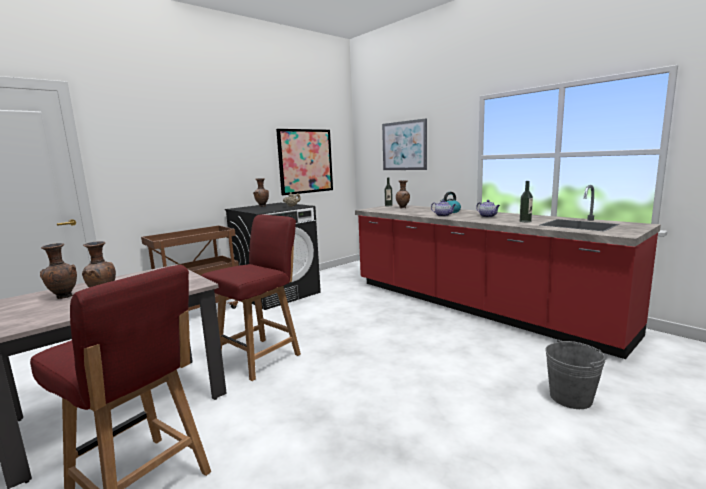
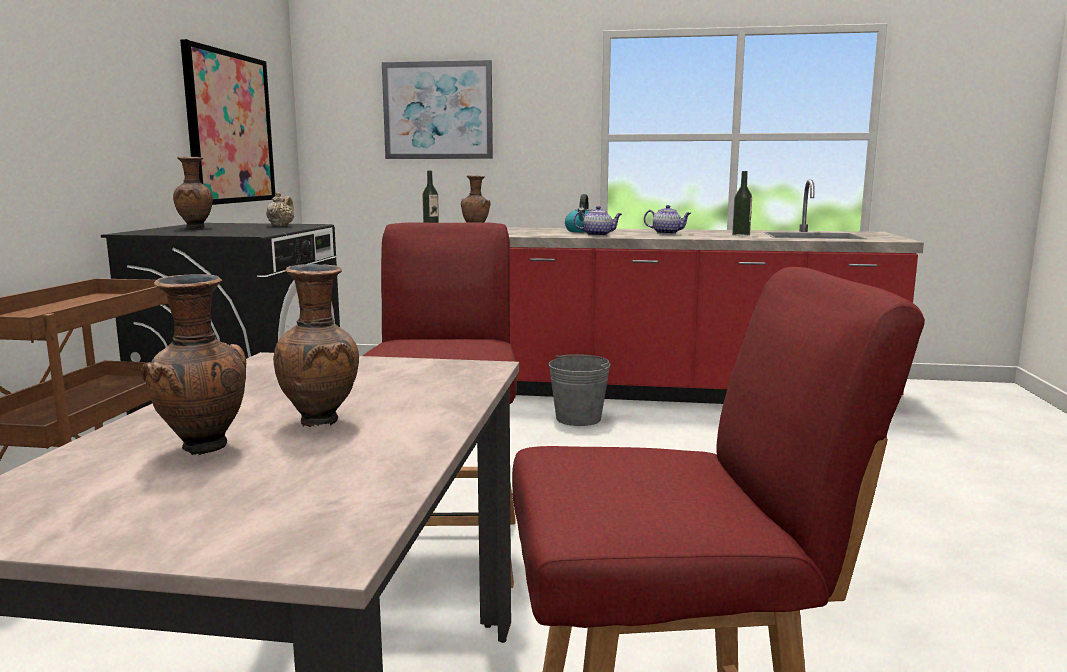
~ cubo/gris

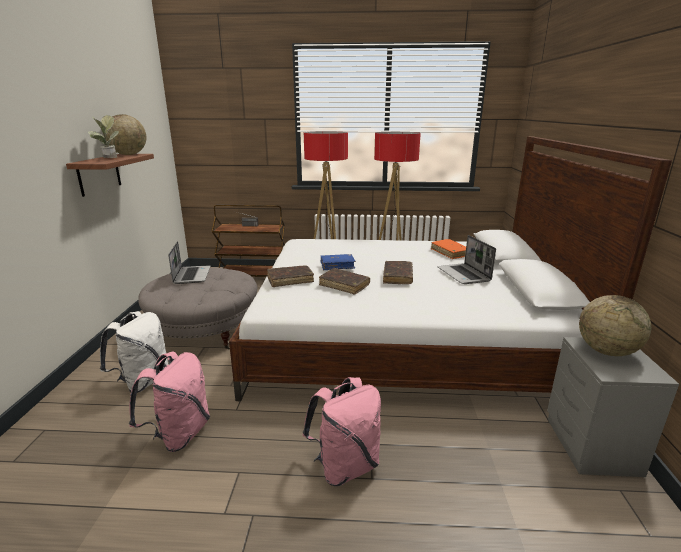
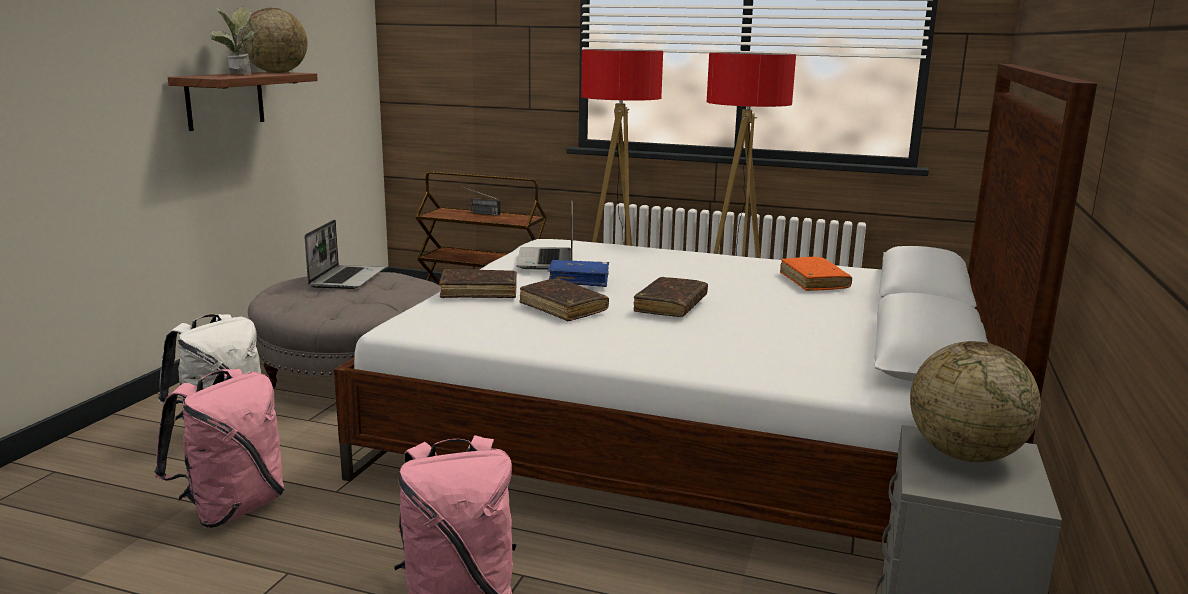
~ portátil (2nd from left)

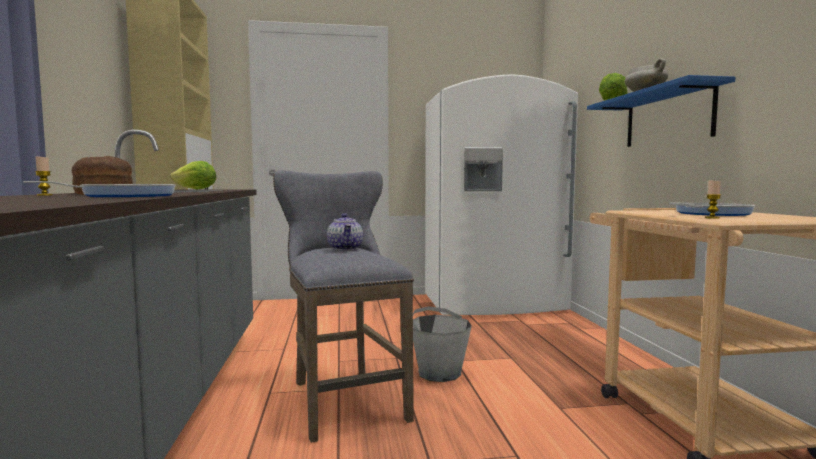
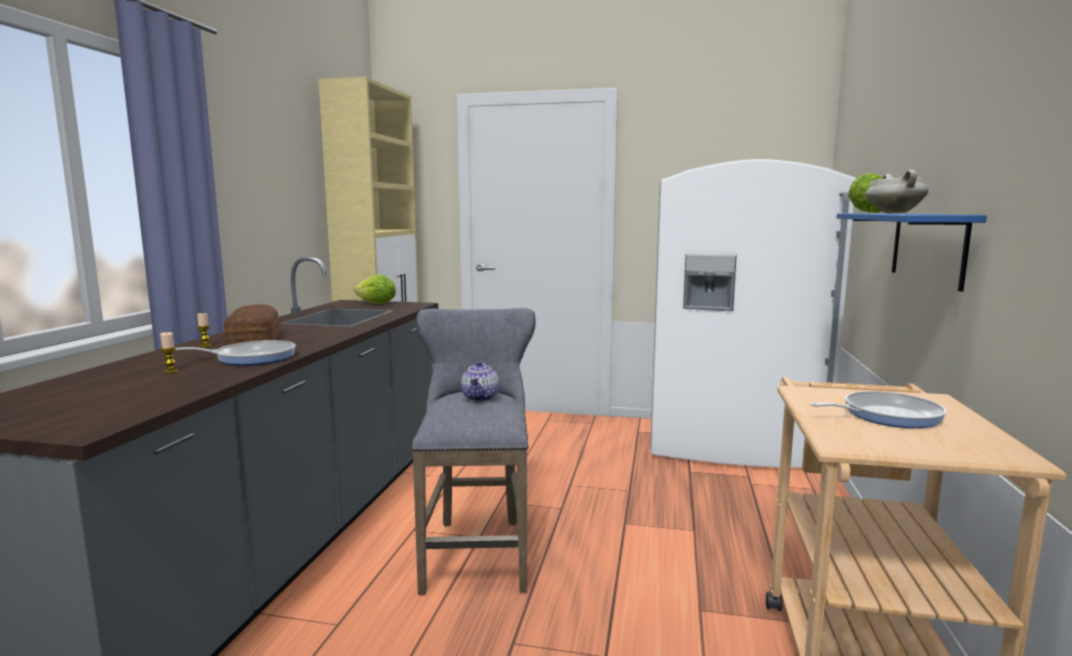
~ vela (2nd from left in the first image) to vela (1st from left)
- cubo/gris

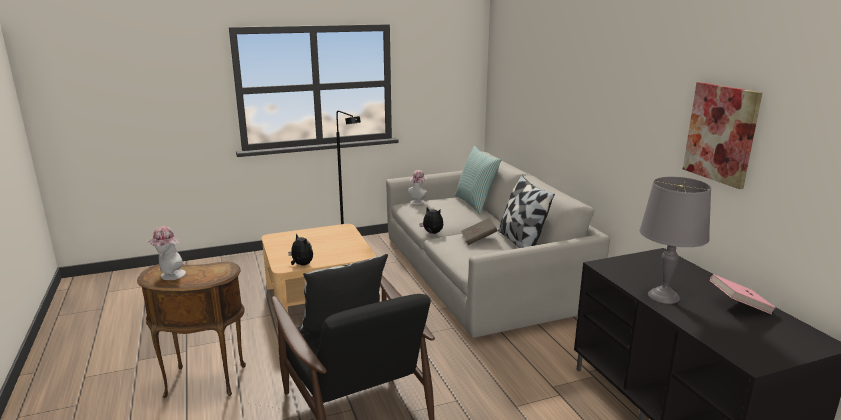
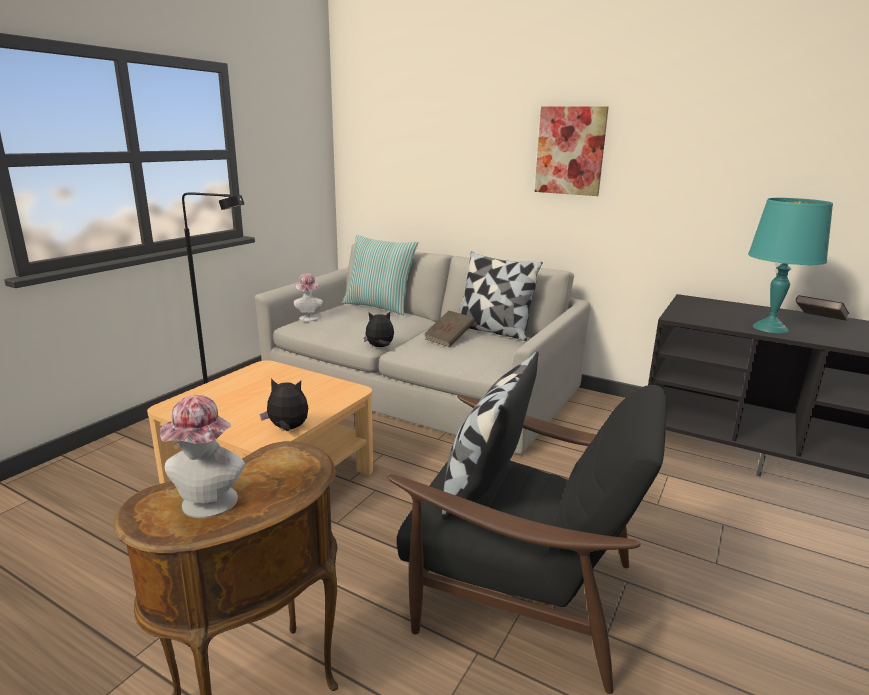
~ cuadro
~ lámpara de mesa/gris to lámpara de mesa/turquesa
~ libro/rosa to libro/marrón (2nd from left)

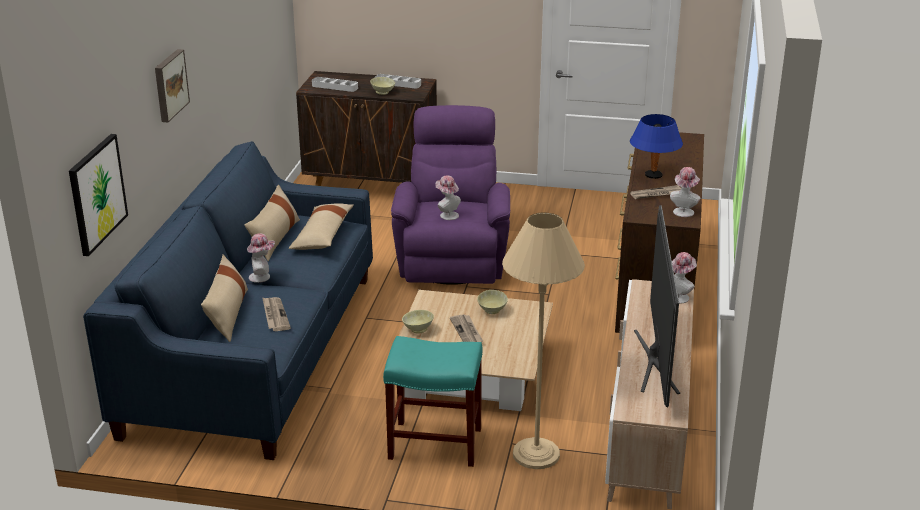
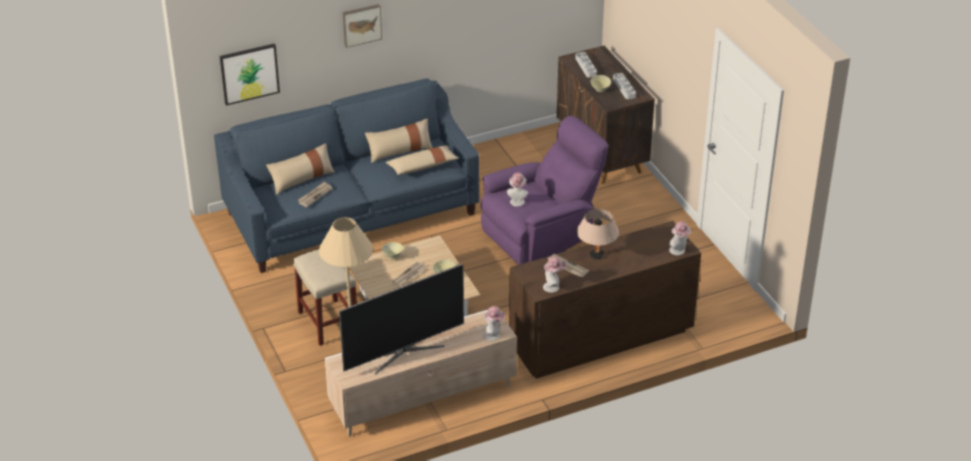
~ lámpara de mesa/azul to lámpara de mesa/beis
~ sombrero (1st from left in the first image) to sombrero (4th from left)
~ taburete/turquesa to taburete/beis

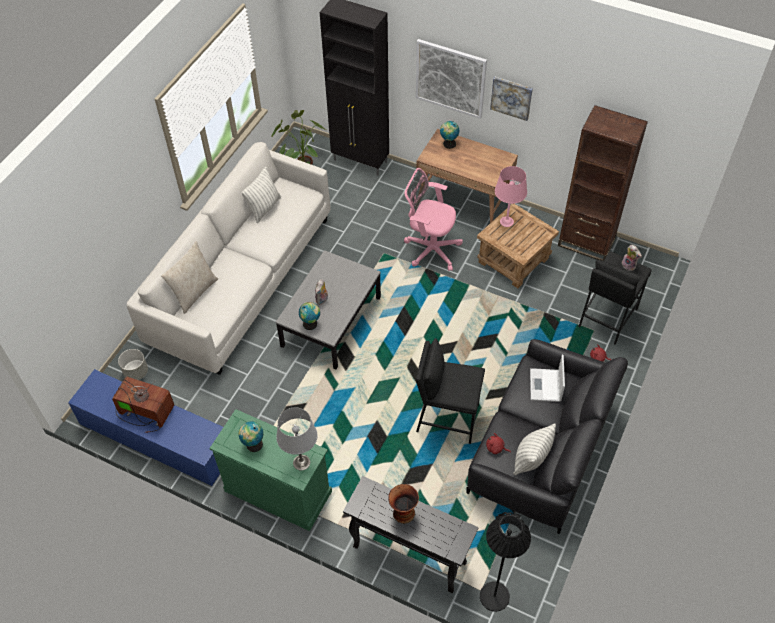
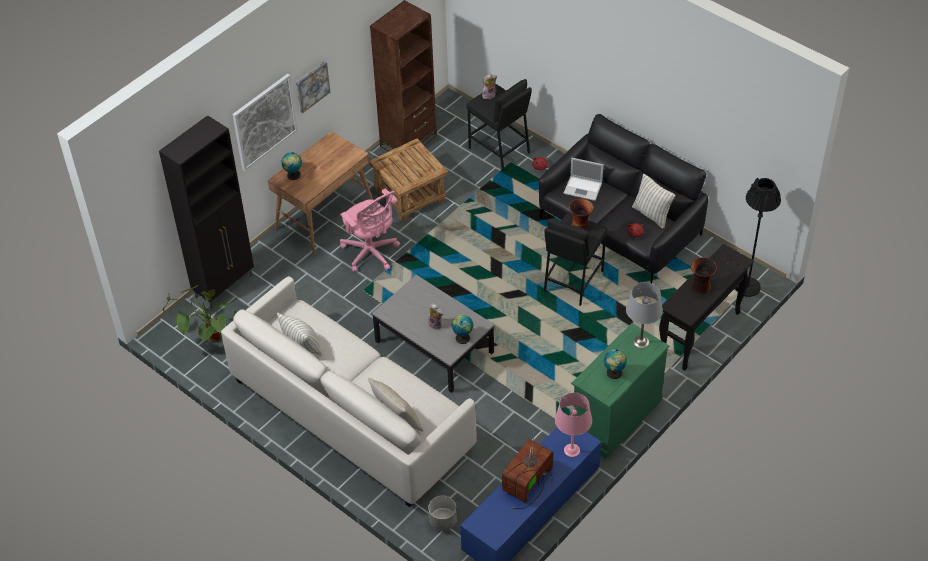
~ lámpara de mesa/rosa
~ silla de oficina/rosa 75 degrees counterclockwise
+ florero (1st from left)

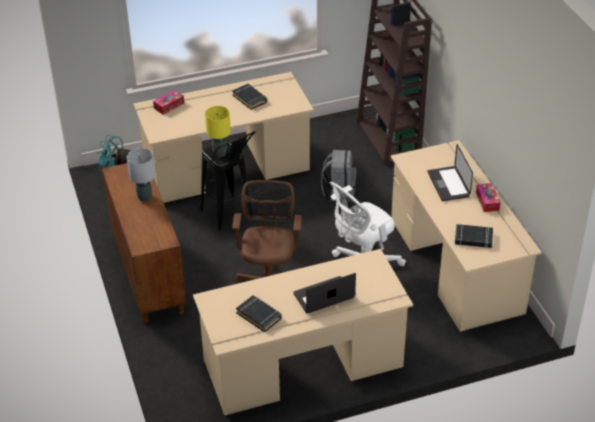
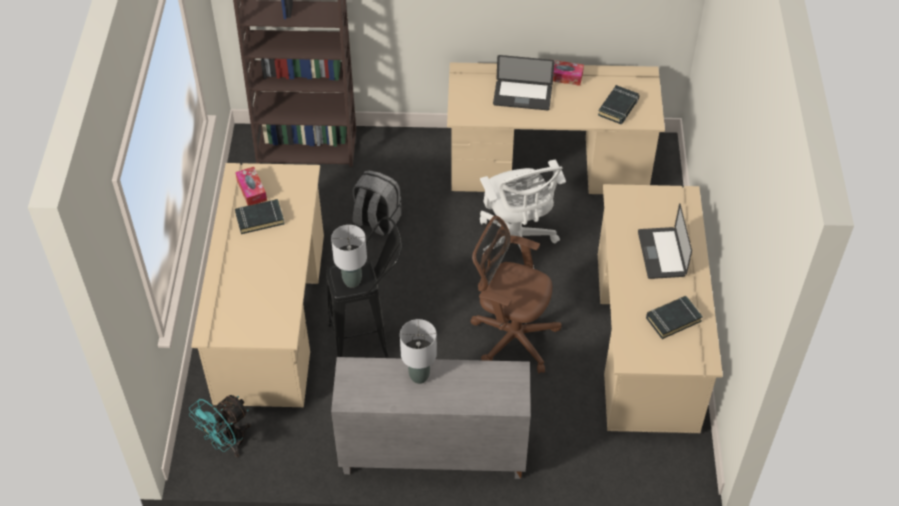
~ caja de pañuelos (1st from left)
~ lámpara de mesa/amarillo to lámpara de mesa/gris (1st from left)
~ armario/marrón to armario/gris

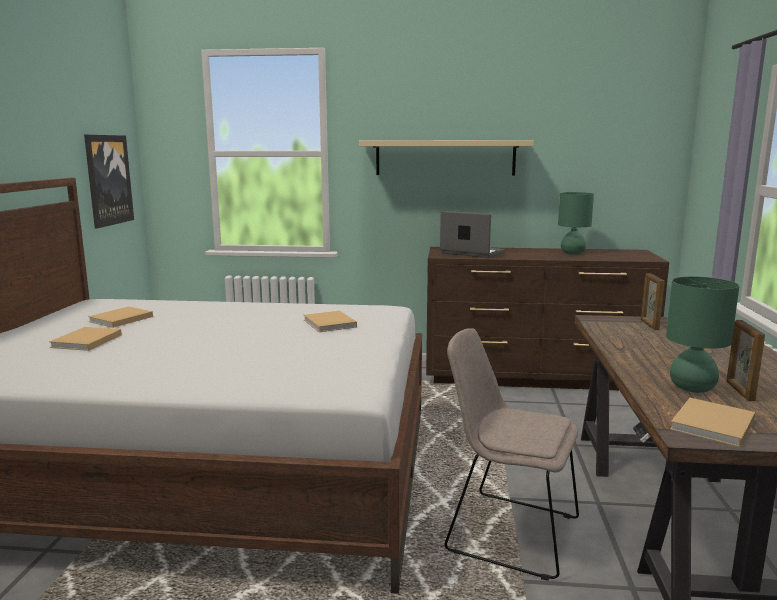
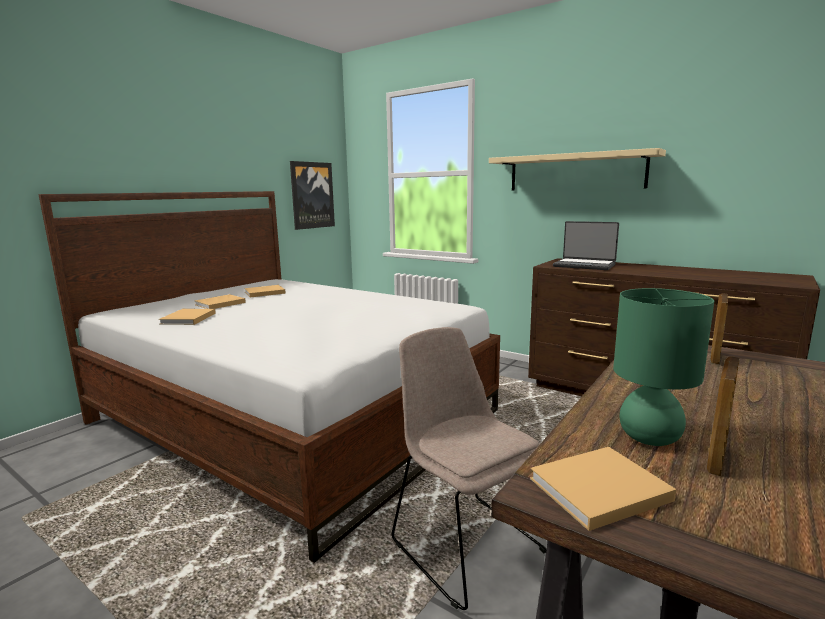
- lámpara de mesa/verde (1st from left)
~ portátil 150 degrees clockwise
~ libro/beis (3rd from left in the first image) to libro/beis (1st from left)

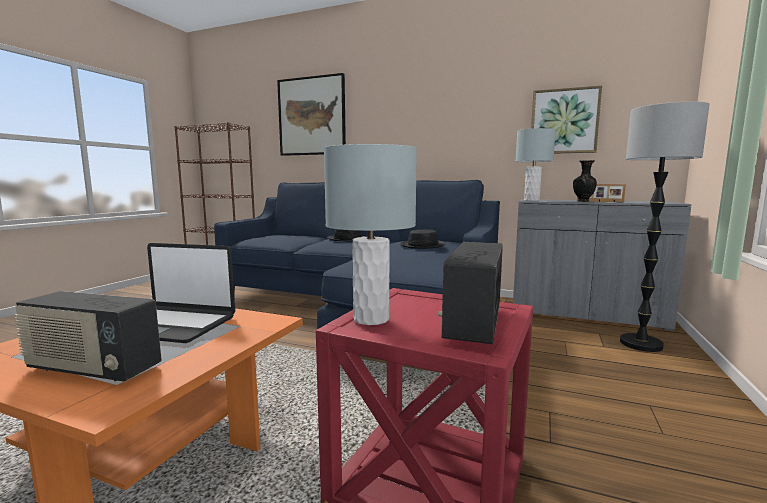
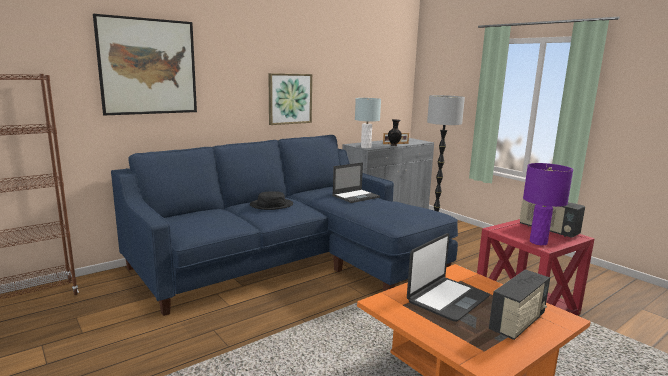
~ cuadro (2nd from left)
~ lámpara de mesa/gris (1st from left) to lámpara de mesa/morado
~ sombrero/negro (2nd from left) to portátil (1st from left)

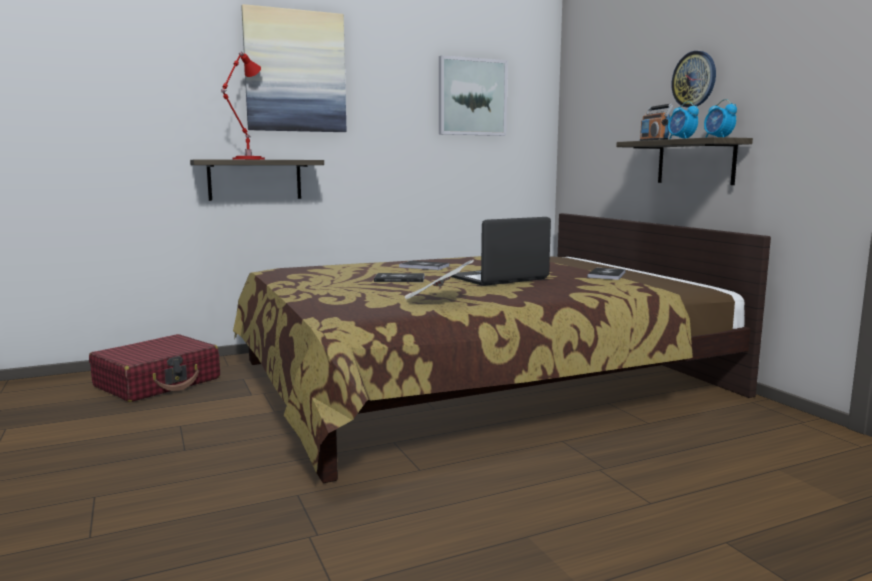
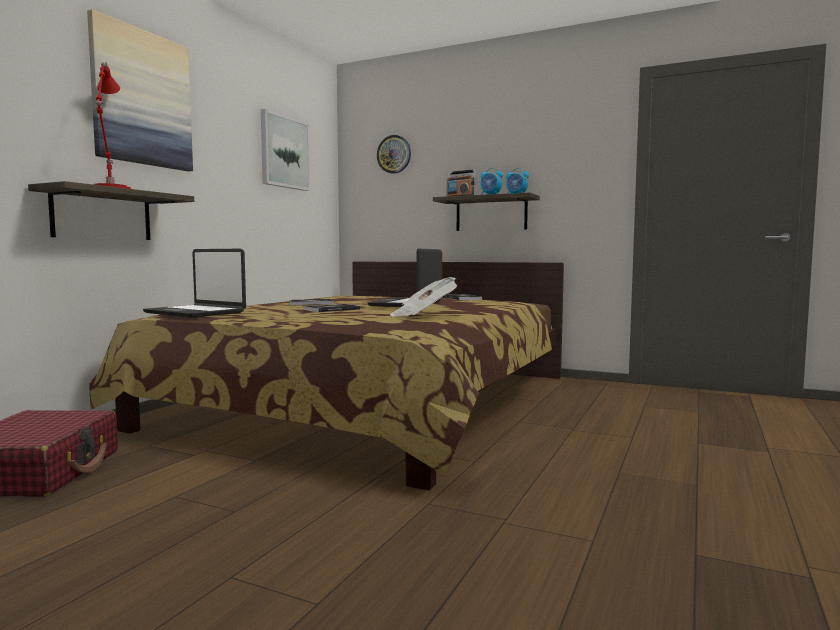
~ reloj de pared
+ portátil (1st from left)

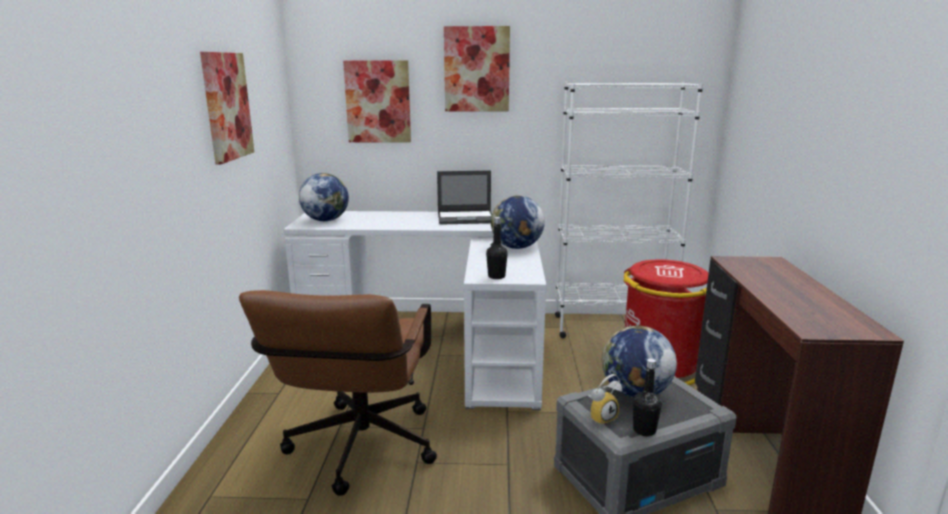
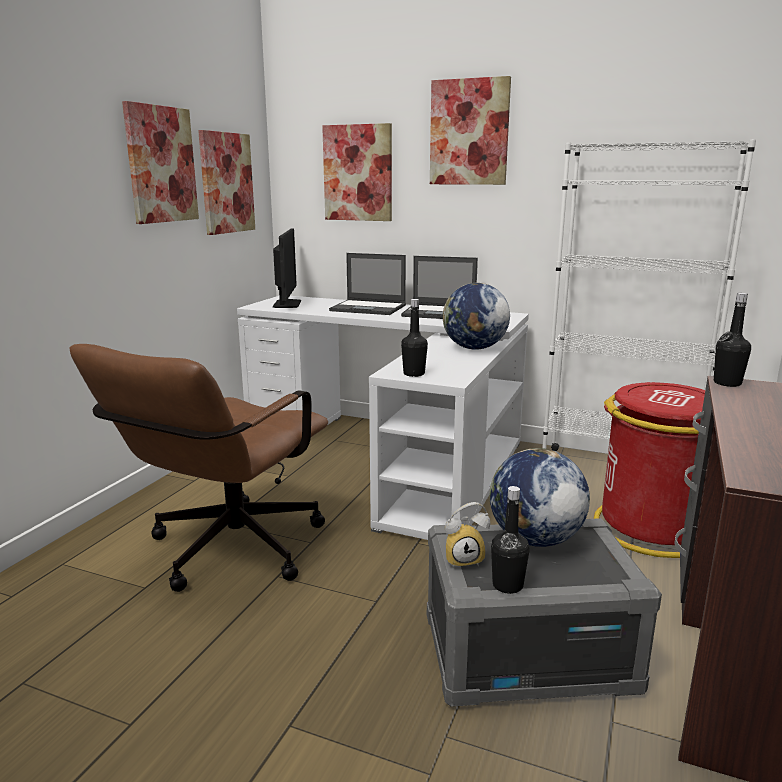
~ globo terráqueo (1st from left) to monitor
+ cuadro (2nd from left)
+ portátil (1st from left)
+ botella/negro (3rd from left)

